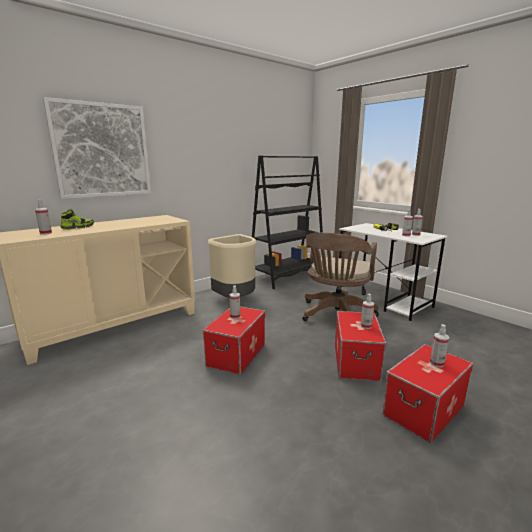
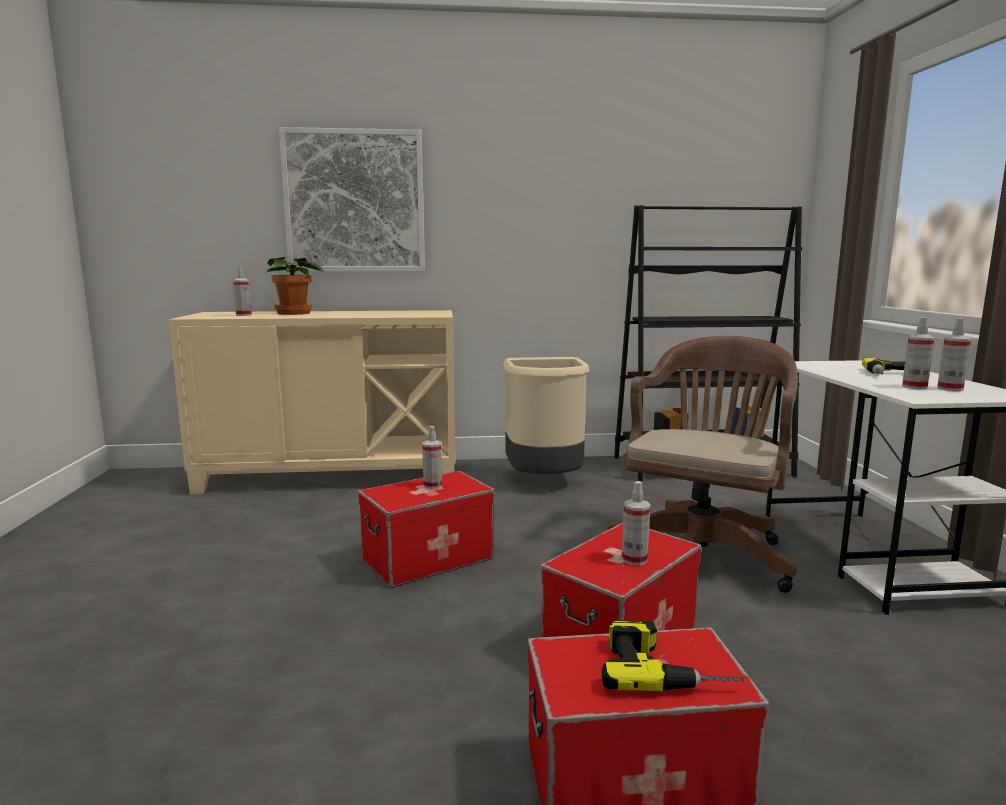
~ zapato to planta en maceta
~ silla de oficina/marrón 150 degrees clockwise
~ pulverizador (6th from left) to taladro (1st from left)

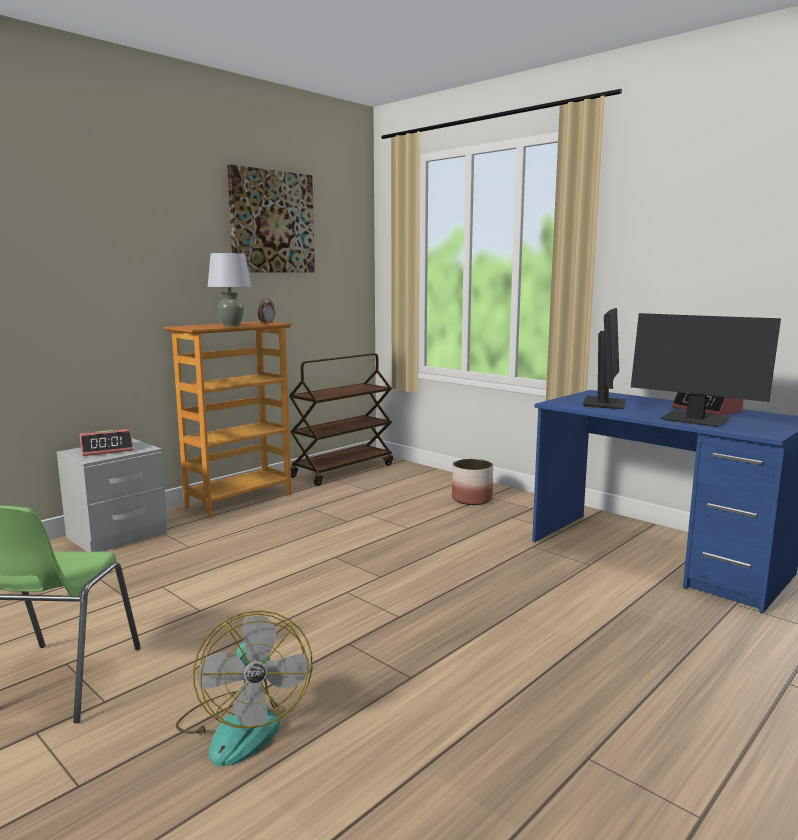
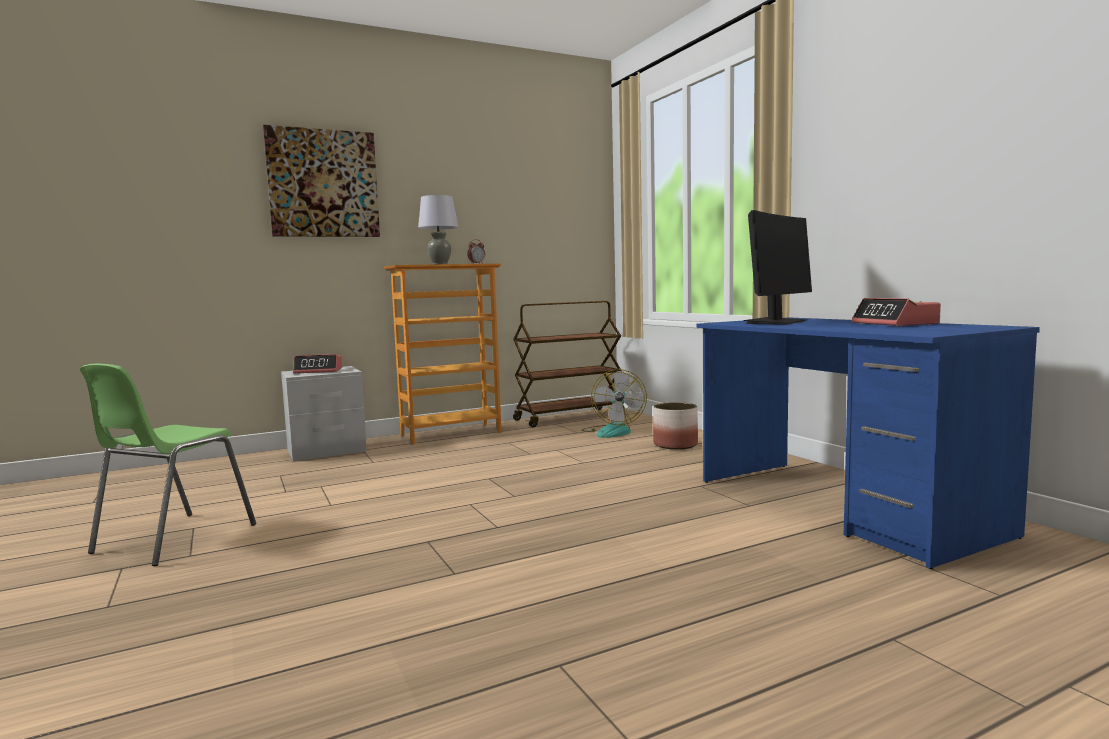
~ cuadro
- monitor (2nd from left)
~ ventilador

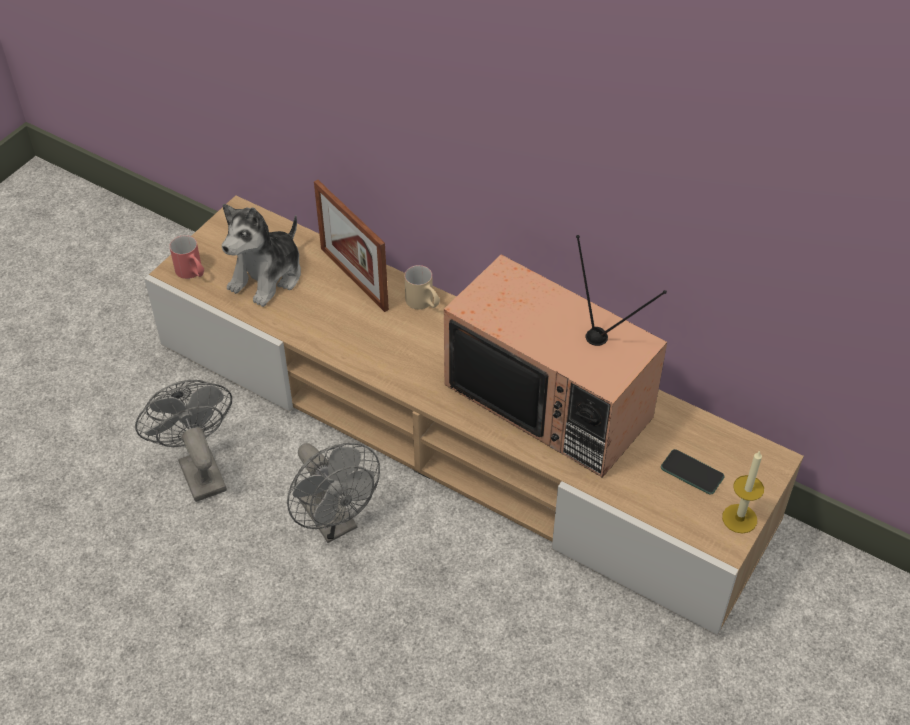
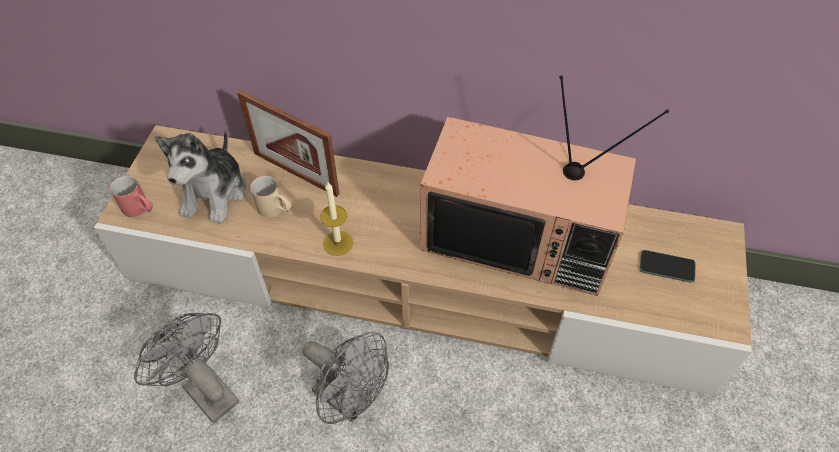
~ taza grande/beis
~ vela

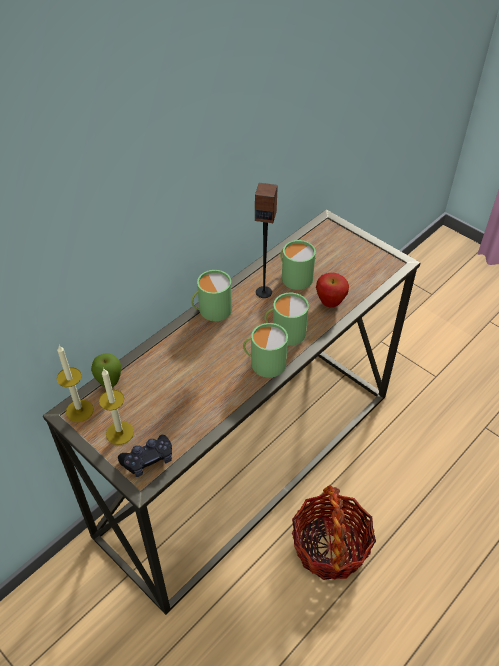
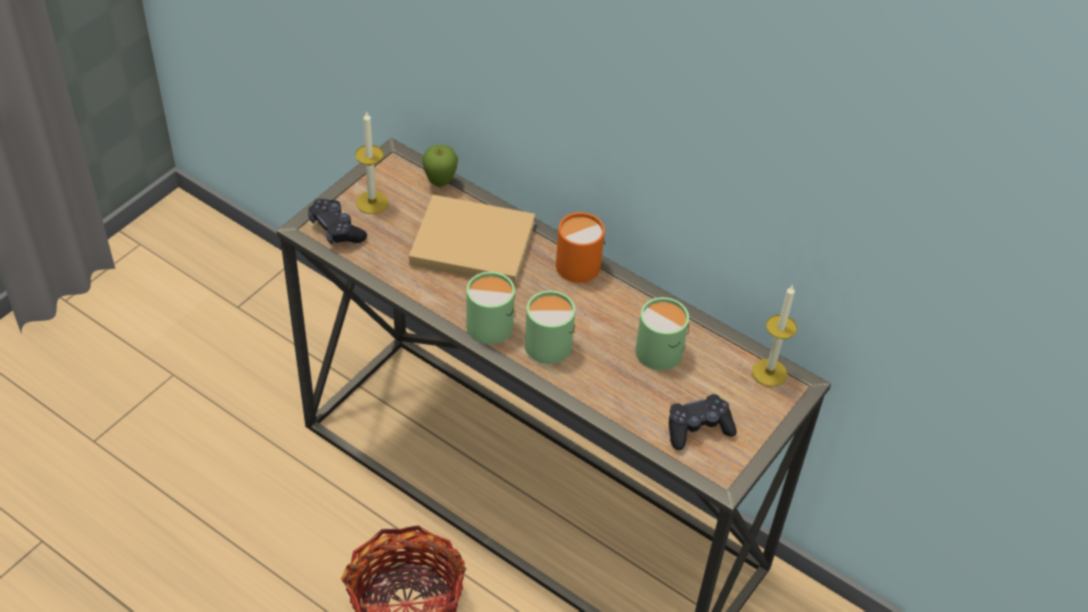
- altavoz
~ taza grande/verde (1st from left) to taza grande/naranja
- manzana (2nd from left)
~ vela (1st from left in the first image) to vela (2nd from left)
+ libro/beis
+ mando de consola/negro (2nd from left)

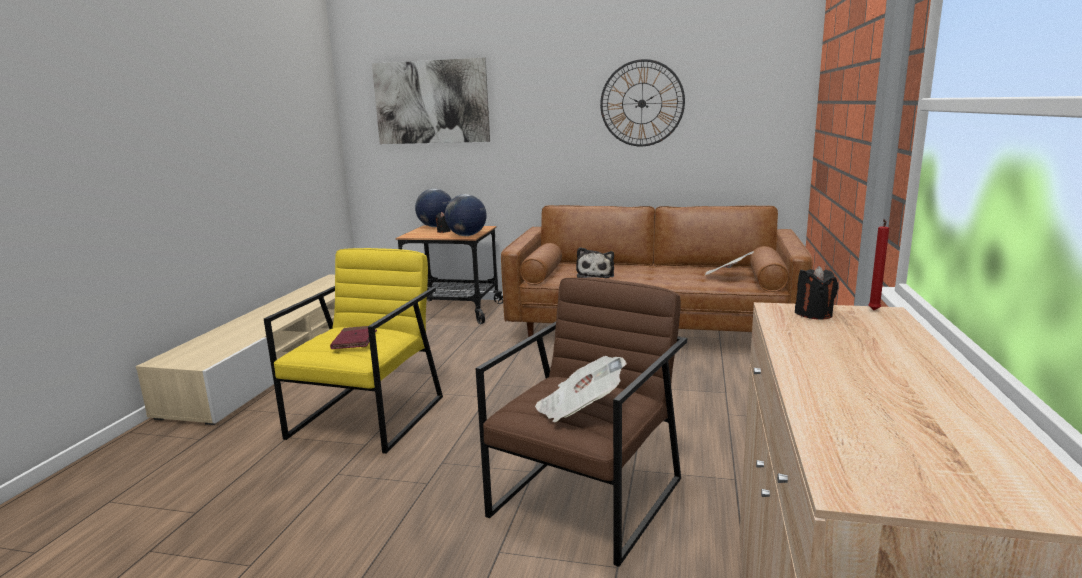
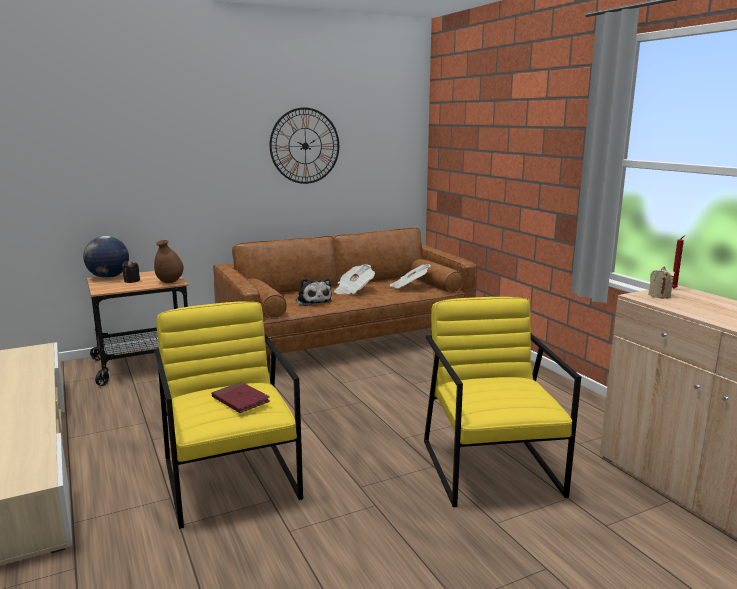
- cuadro
~ globo terráqueo (2nd from left) to florero/marrón
~ vela/negro (2nd from left) to vela/beis
~ sillón/marrón to sillón/amarillo (2nd from left)
~ periódico (1st from left)

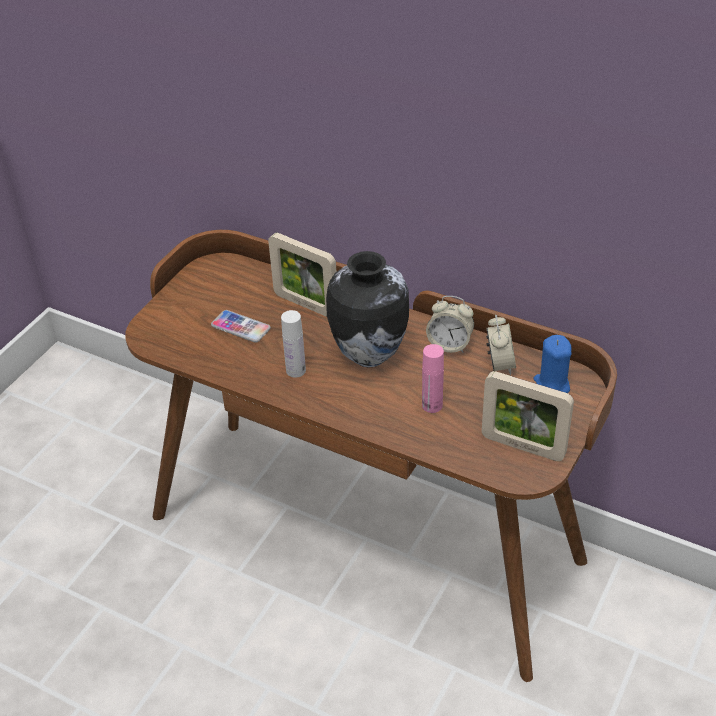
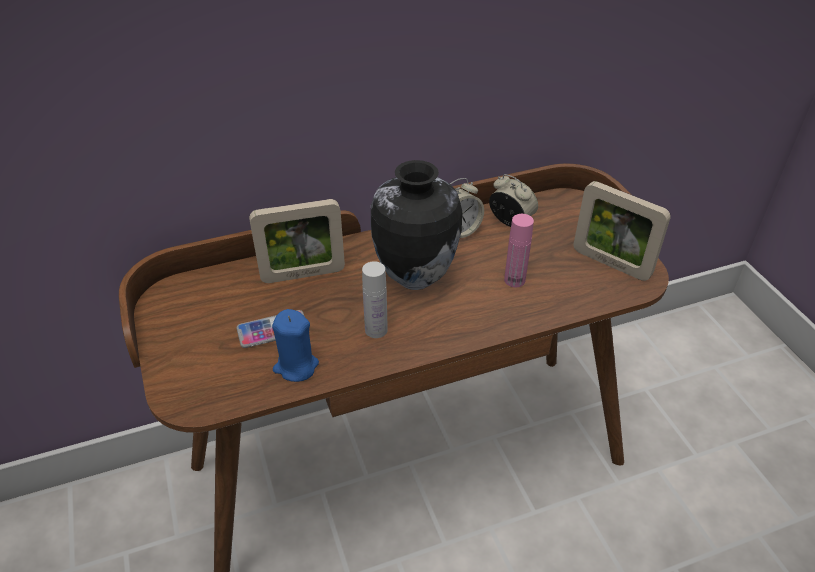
~ vela/azul
~ portarretratos (2nd from left) 60 degrees clockwise

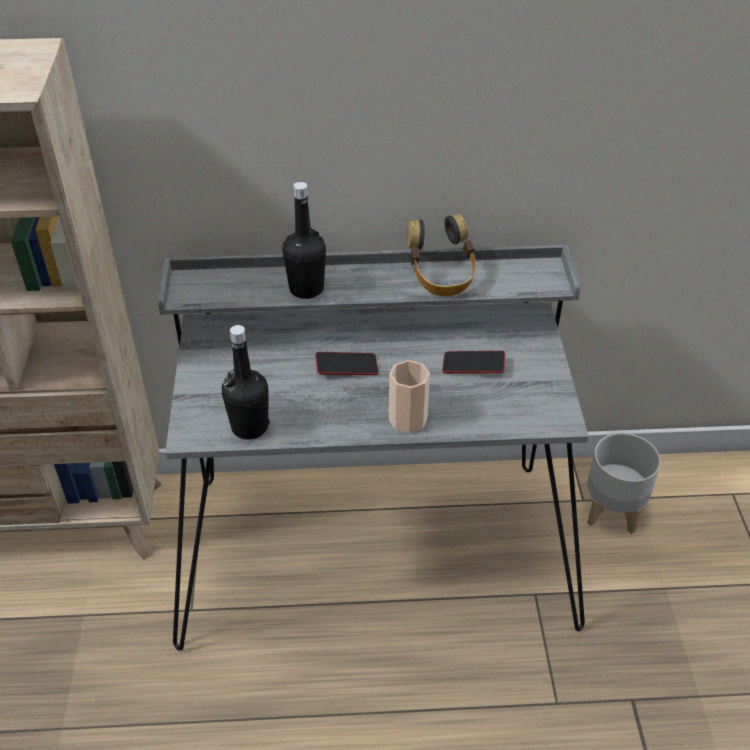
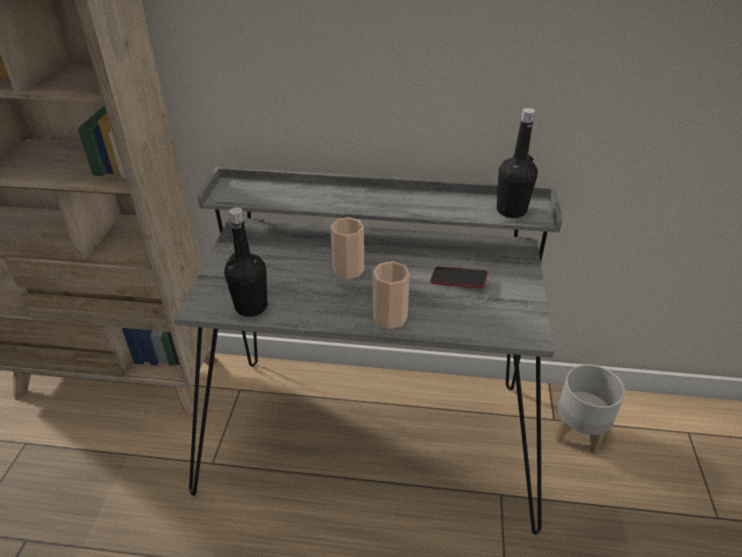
~ botella/negro (2nd from left)
- auriculares
~ móvil (1st from left) to taza (1st from left)

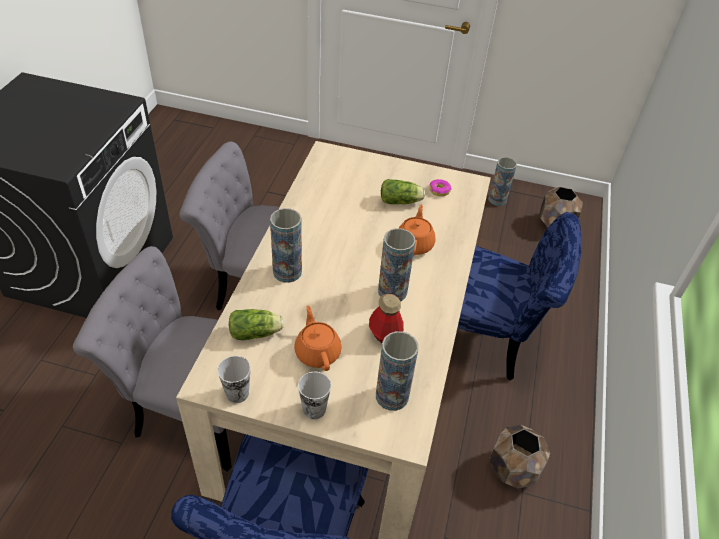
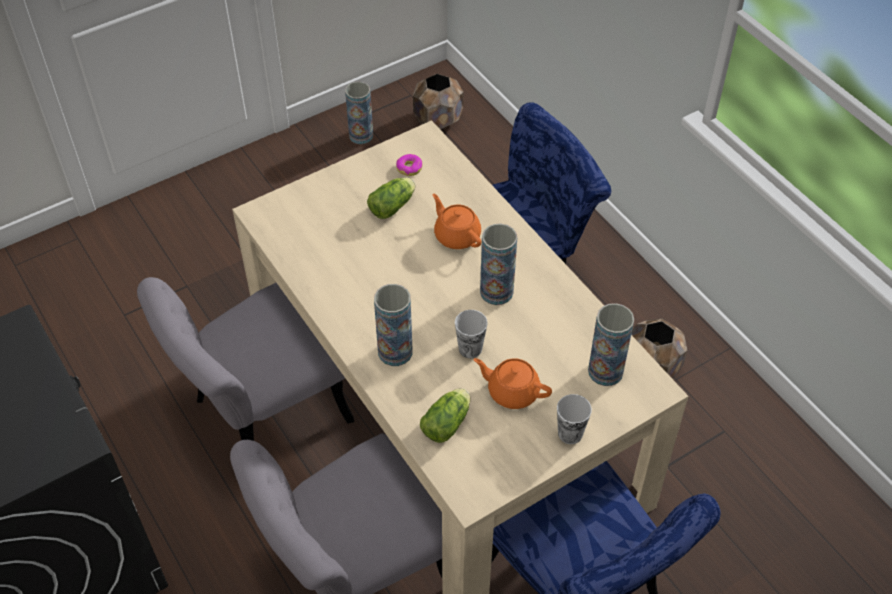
- botella
~ taza (1st from left)

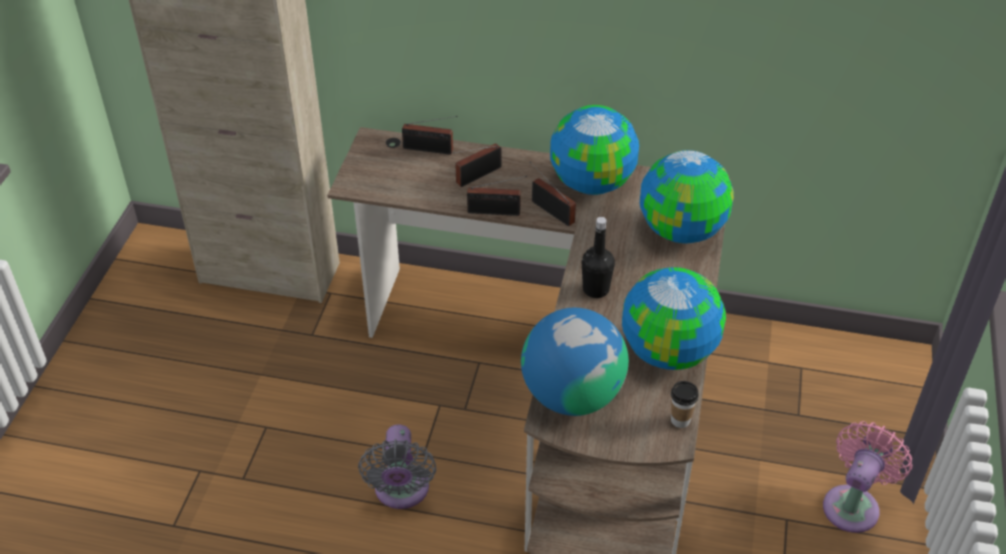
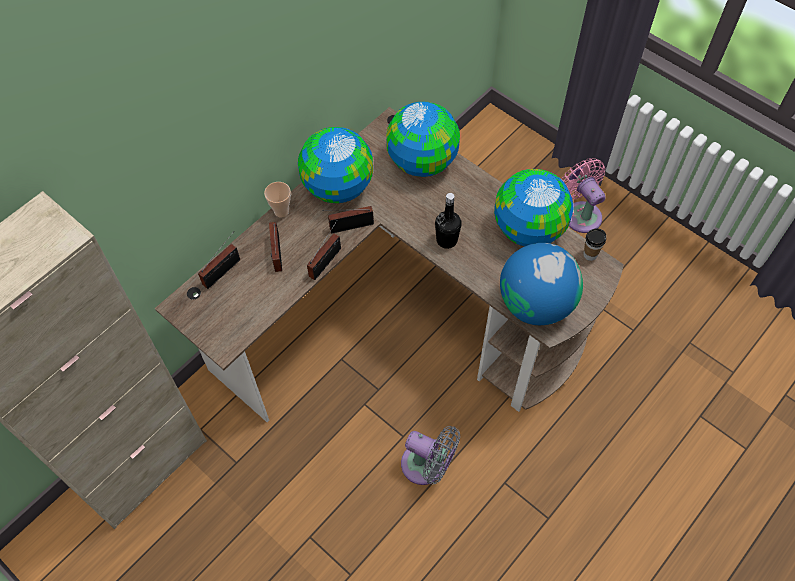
+ taza (1st from left)

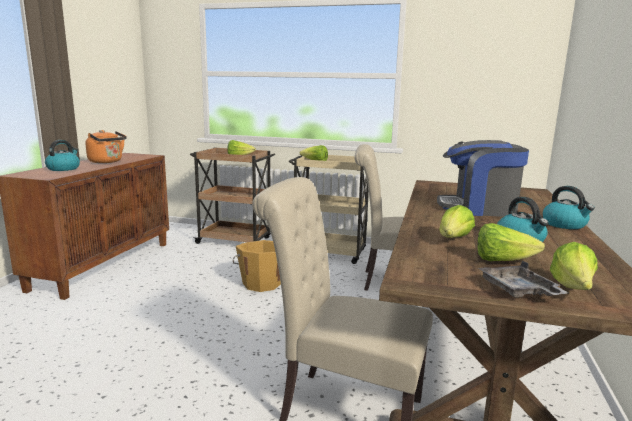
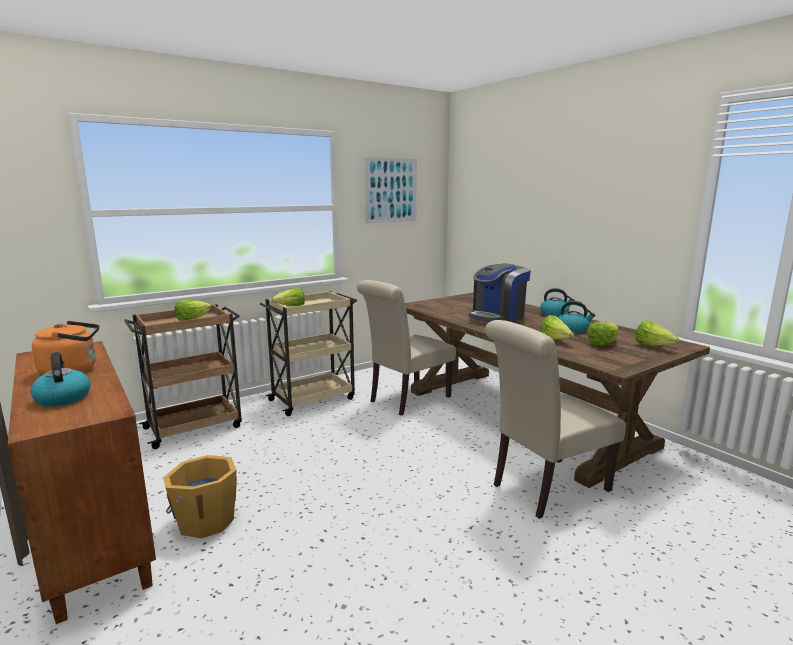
~ cubo/naranja
- bandeja/gris
+ cuadro

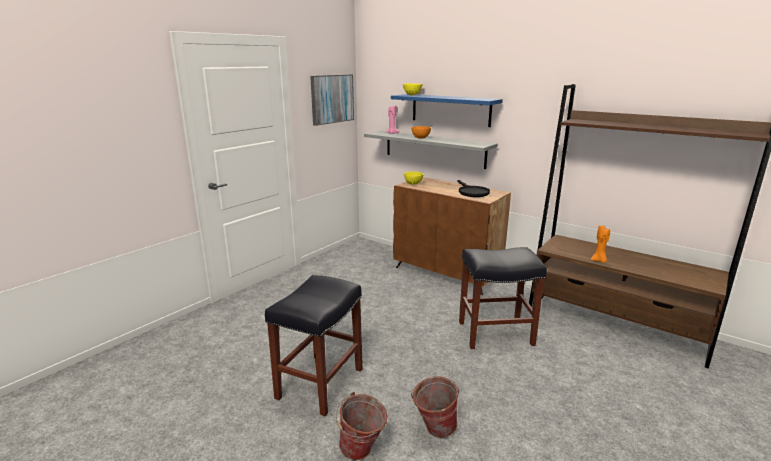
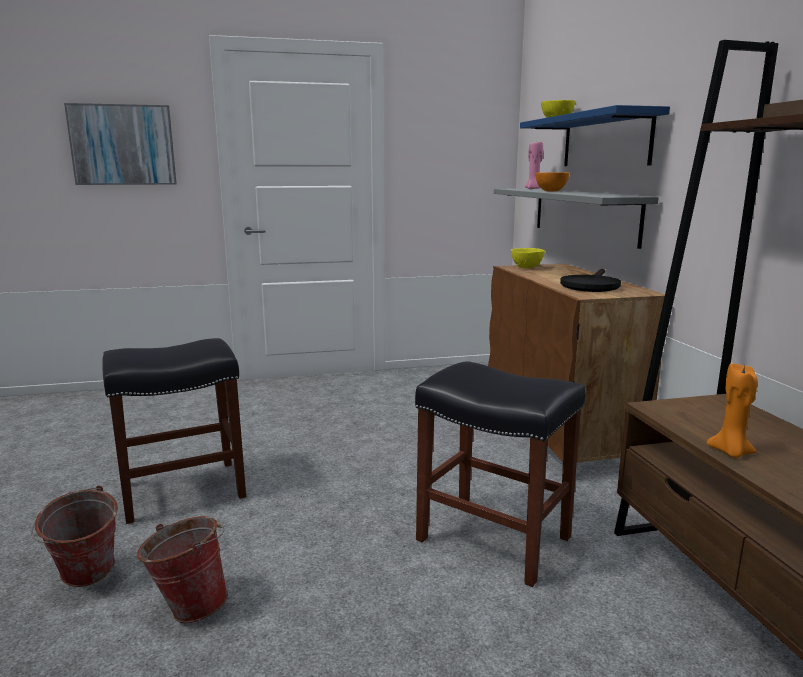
~ cuadro

